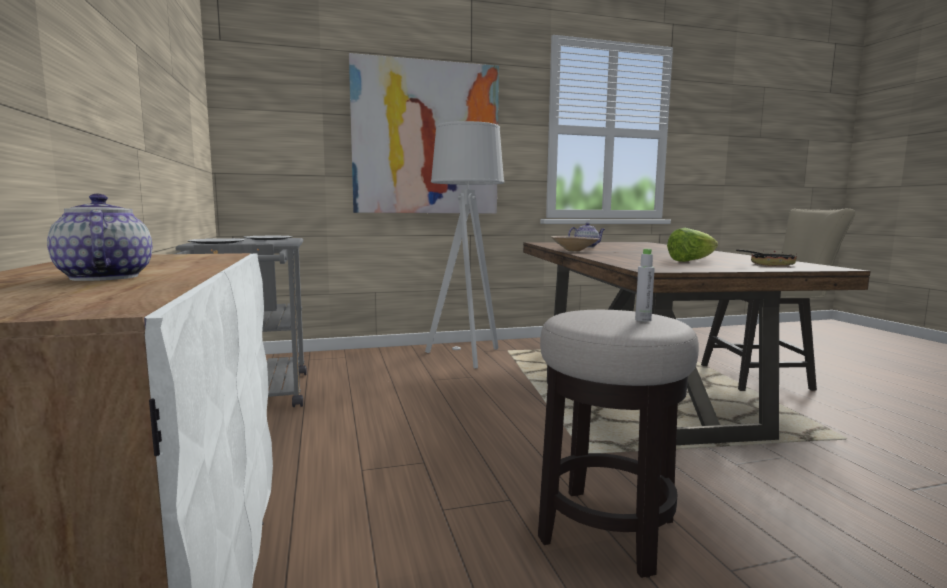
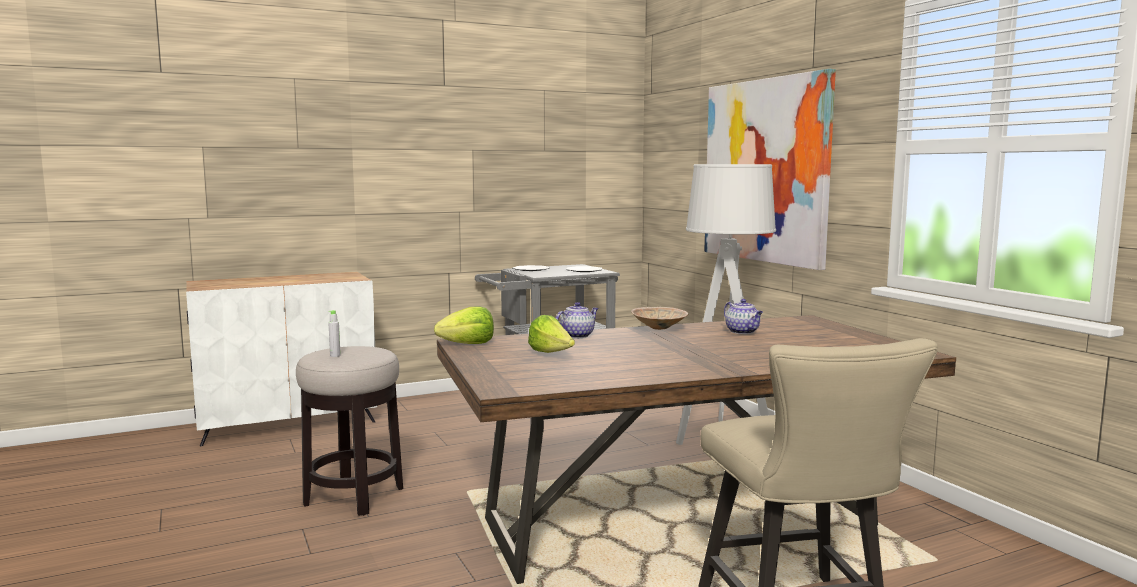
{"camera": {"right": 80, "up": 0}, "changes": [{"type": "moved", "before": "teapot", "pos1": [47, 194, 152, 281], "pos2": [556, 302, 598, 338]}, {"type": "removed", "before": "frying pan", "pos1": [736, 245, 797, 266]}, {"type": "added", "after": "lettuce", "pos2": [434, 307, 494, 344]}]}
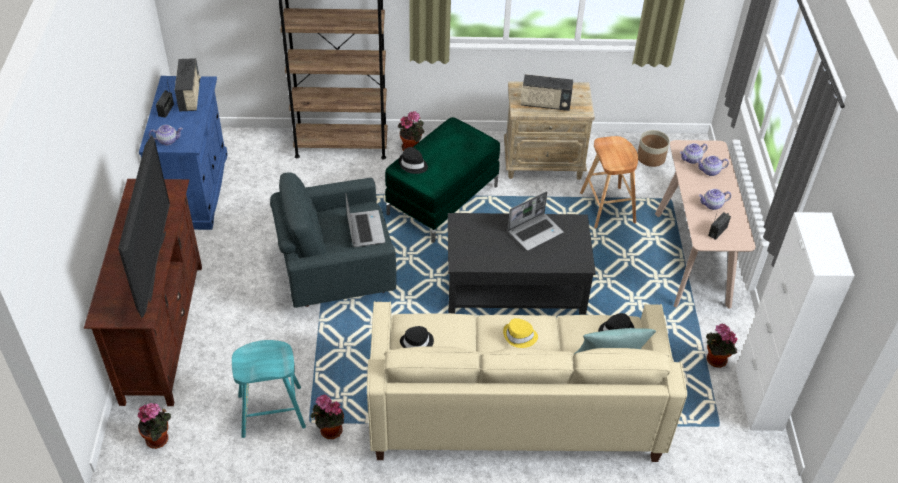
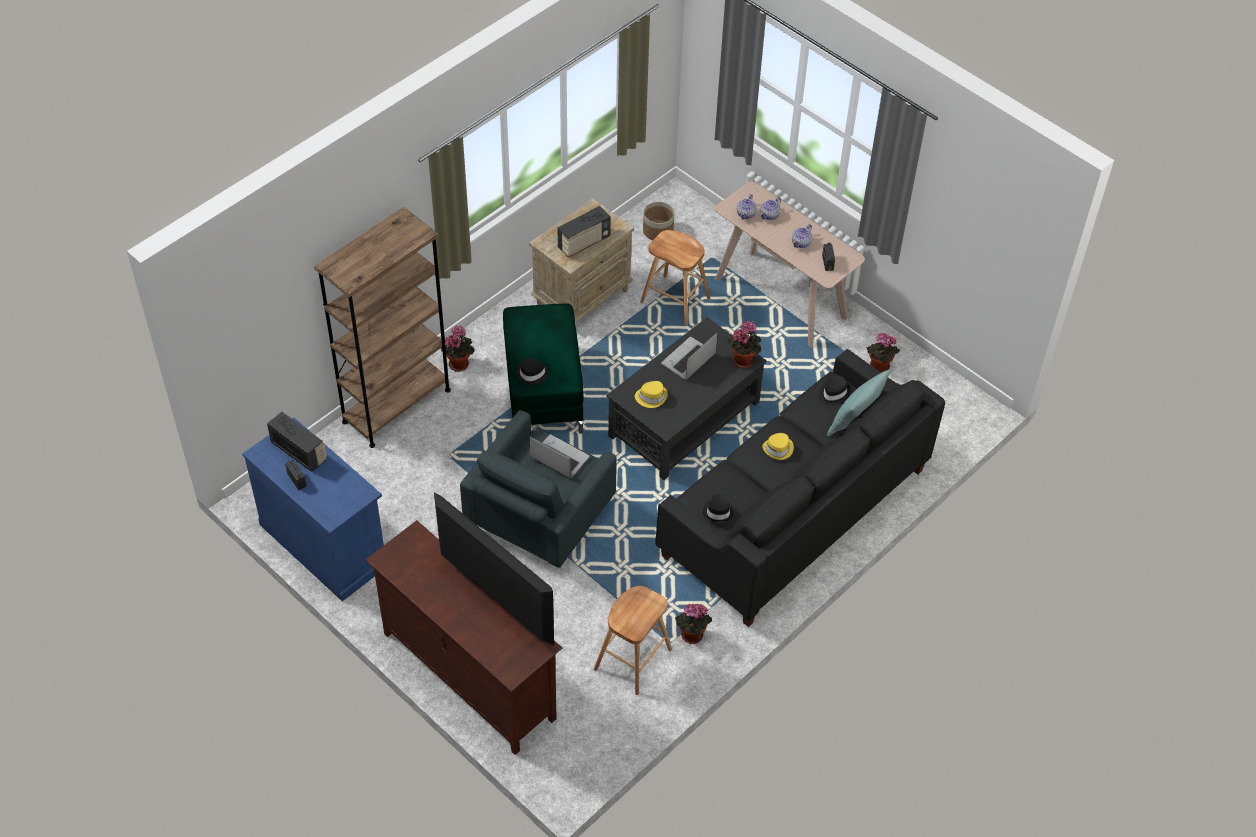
{"camera": {"right": -45, "up": 5}, "changes": [{"type": "moved", "before": "potted plant", "pos1": [138, 403, 171, 449], "pos2": [728, 321, 762, 368]}, {"type": "removed", "before": "teapot", "pos1": [149, 125, 183, 145]}, {"type": "recoloured", "before": "turquoise stool", "after": "brown stool", "pos1": [232, 340, 306, 438], "pos2": [594, 586, 672, 695]}, {"type": "recoloured", "before": "beige sofa", "after": "black sofa", "pos1": [367, 301, 687, 462], "pos2": [655, 349, 945, 627]}, {"type": "turned", "before": "laptop", "pos1": [508, 192, 564, 251], "pos2": [661, 333, 717, 380], "turn": -150}, {"type": "removed", "before": "white cabinet", "pos1": [736, 212, 855, 431]}, {"type": "added", "after": "yellow hat", "pos2": [635, 381, 668, 408]}]}
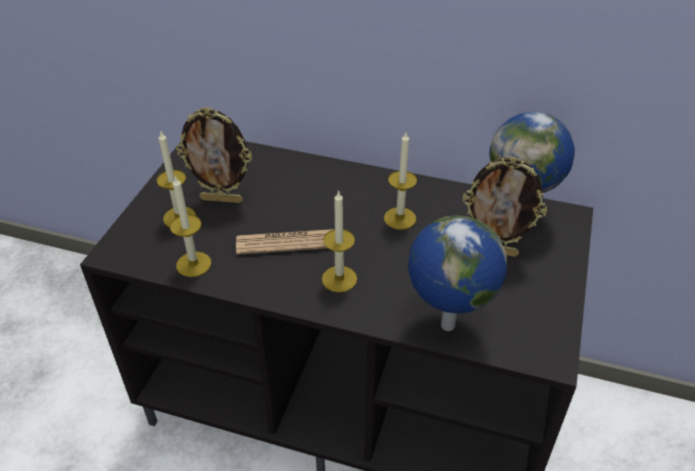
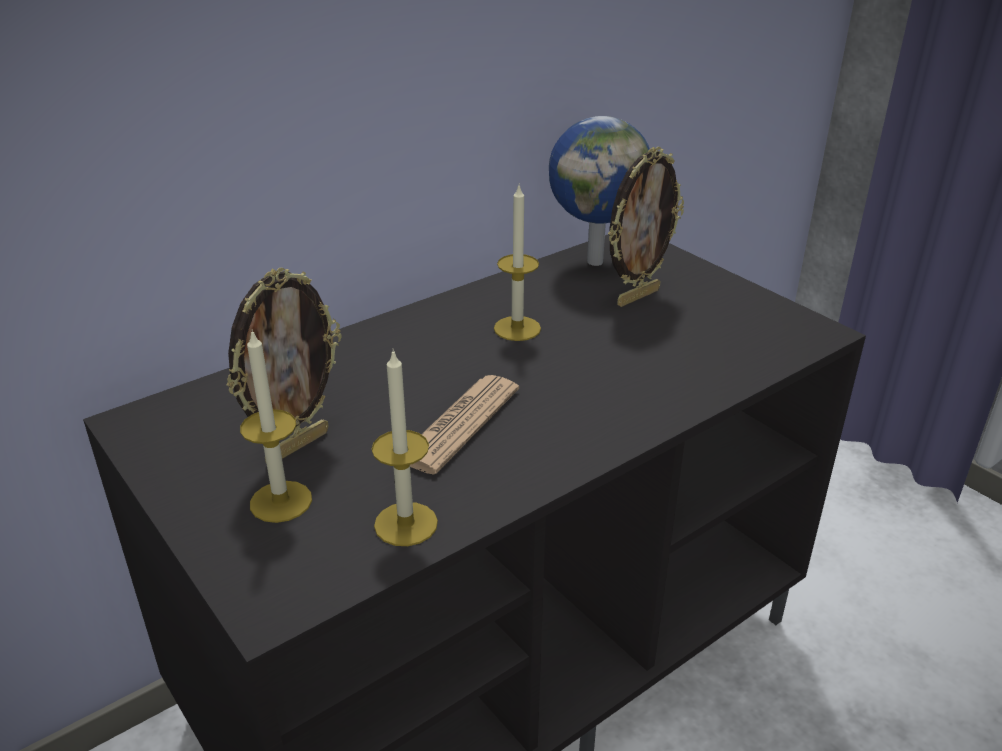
{"camera": {"right": -55, "up": -10}, "changes": [{"type": "removed", "before": "candle", "pos1": [322, 190, 357, 292]}, {"type": "removed", "before": "globe", "pos1": [408, 215, 507, 331]}]}
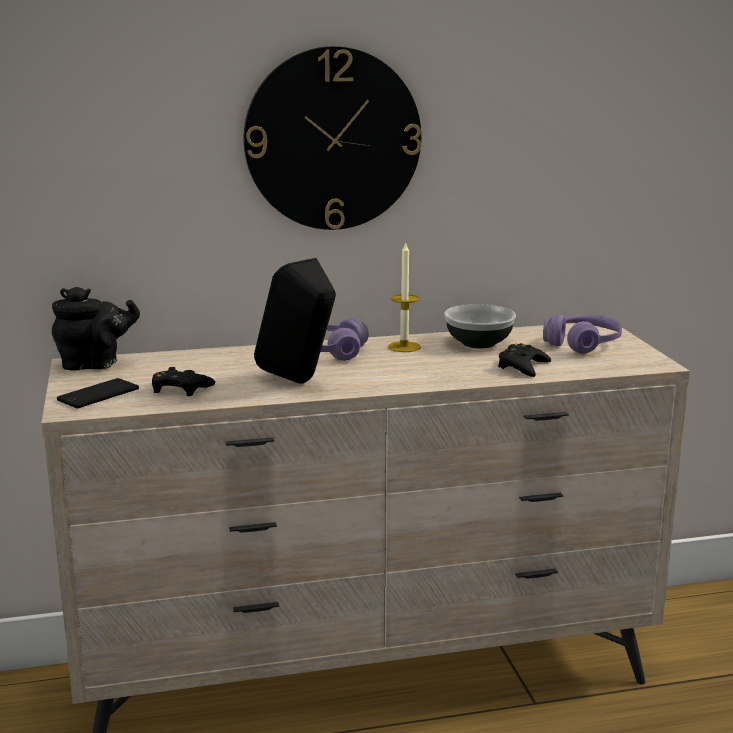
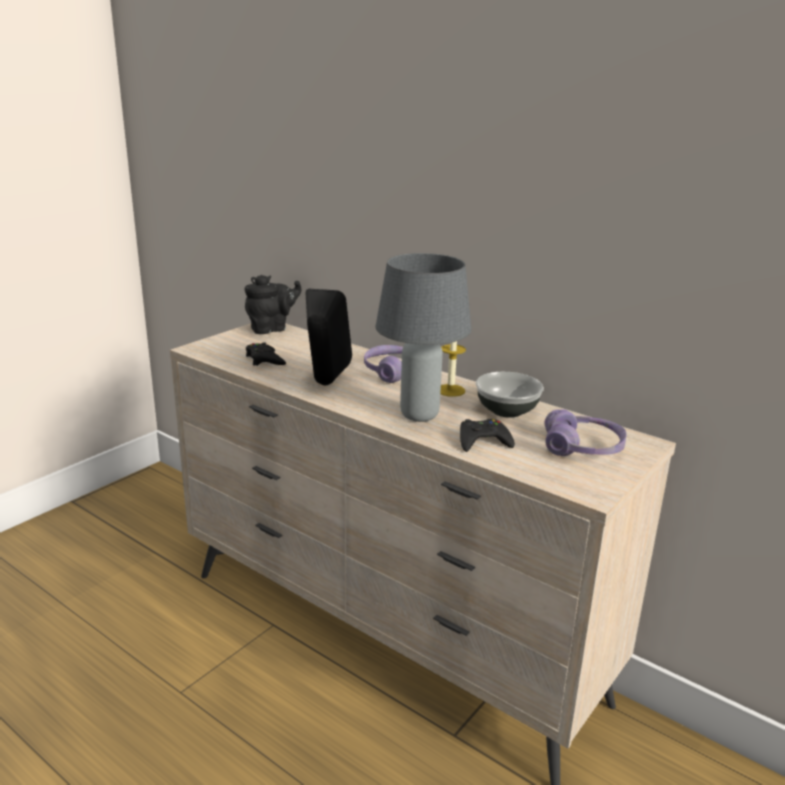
{"camera": {"right": 50, "up": 5}, "changes": [{"type": "turned", "before": "black teapot", "pos1": [52, 287, 140, 370], "pos2": [244, 275, 301, 334], "turn": -75}, {"type": "removed", "before": "phone", "pos1": [57, 378, 139, 408]}, {"type": "removed", "before": "wall clock", "pos1": [244, 46, 421, 230]}, {"type": "added", "after": "grey table lamp", "pos2": [375, 253, 471, 422]}]}
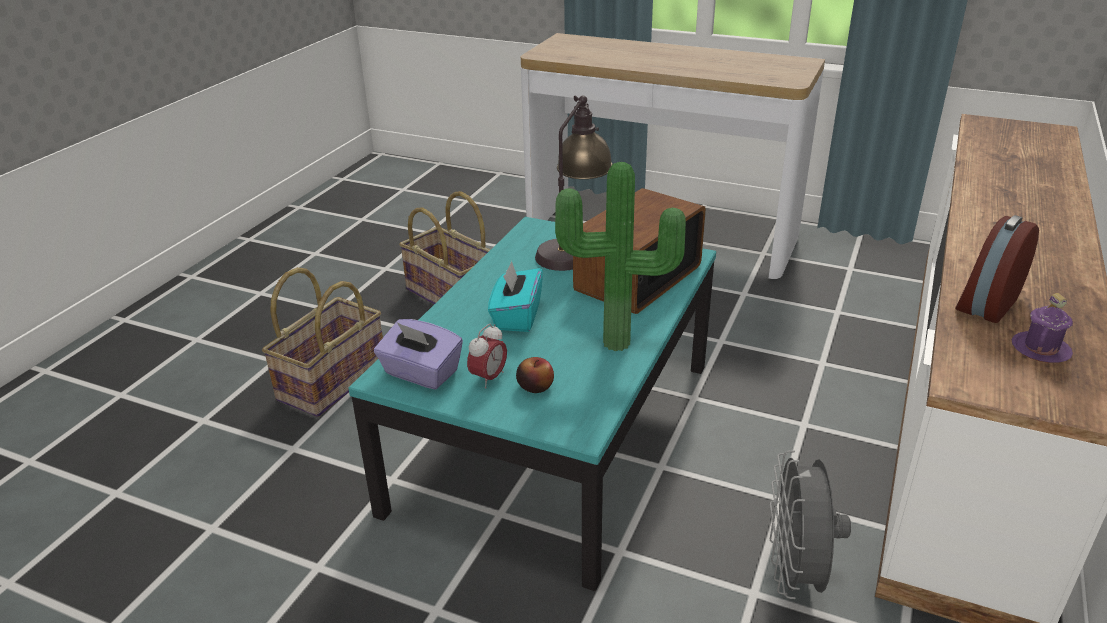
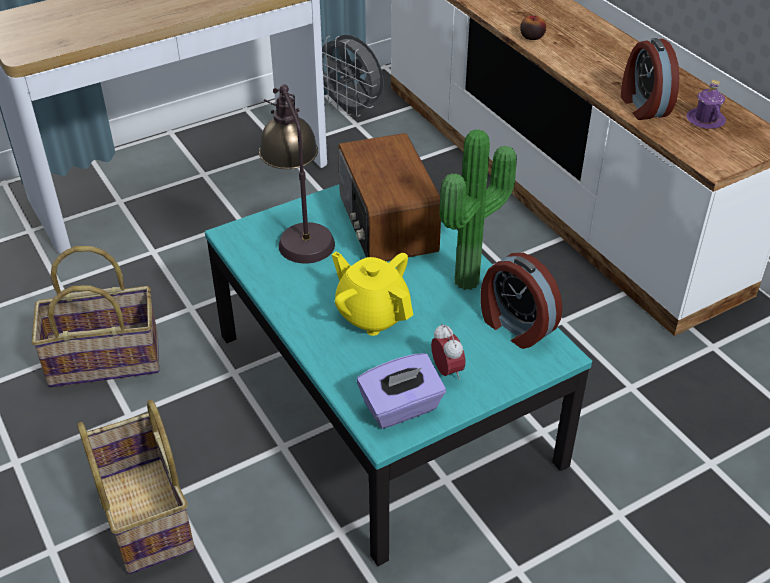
{"camera": {"right": -55, "up": 10}, "changes": [{"type": "replaced", "before": "turquoise tissue box", "after": "yellow teapot", "pos1": [488, 261, 543, 332], "pos2": [332, 252, 413, 336]}, {"type": "moved", "before": "apple", "pos1": [516, 357, 554, 393], "pos2": [520, 15, 546, 40]}, {"type": "moved", "before": "grey fan", "pos1": [770, 450, 851, 599], "pos2": [322, 35, 383, 117]}, {"type": "added", "after": "alarm clock", "pos2": [480, 253, 562, 349]}]}
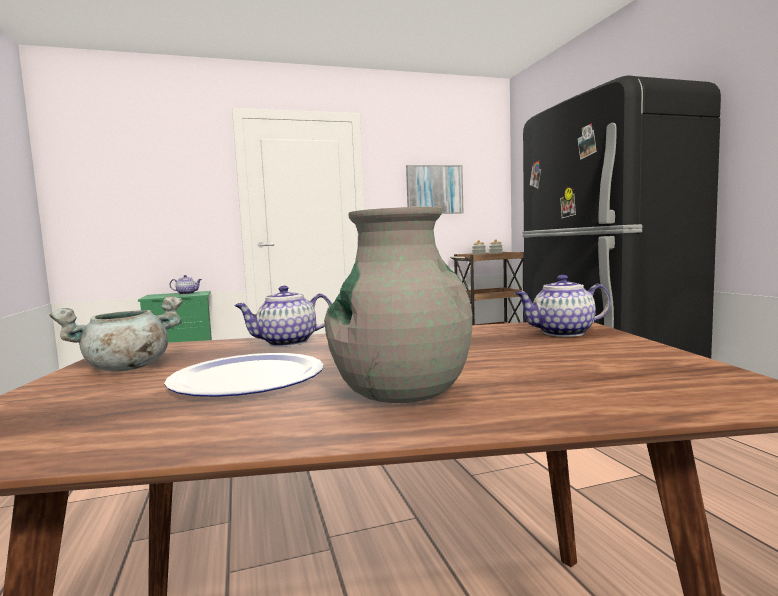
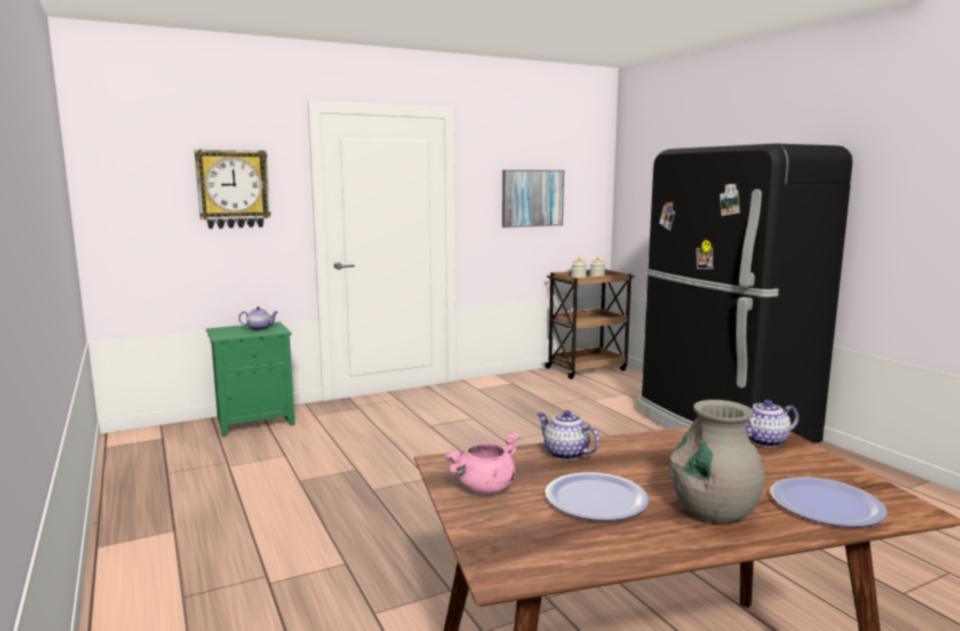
{"camera": {"right": -10, "up": 5}, "changes": [{"type": "recoloured", "before": "grey cooking pot", "after": "pink cooking pot", "pos1": [49, 296, 183, 372], "pos2": [445, 432, 519, 494]}, {"type": "turned", "before": "teapot", "pos1": [234, 286, 332, 347], "pos2": [537, 410, 599, 460], "turn": 75}, {"type": "added", "after": "wall clock", "pos2": [194, 150, 271, 229]}, {"type": "added", "after": "plate", "pos2": [770, 477, 887, 527]}]}
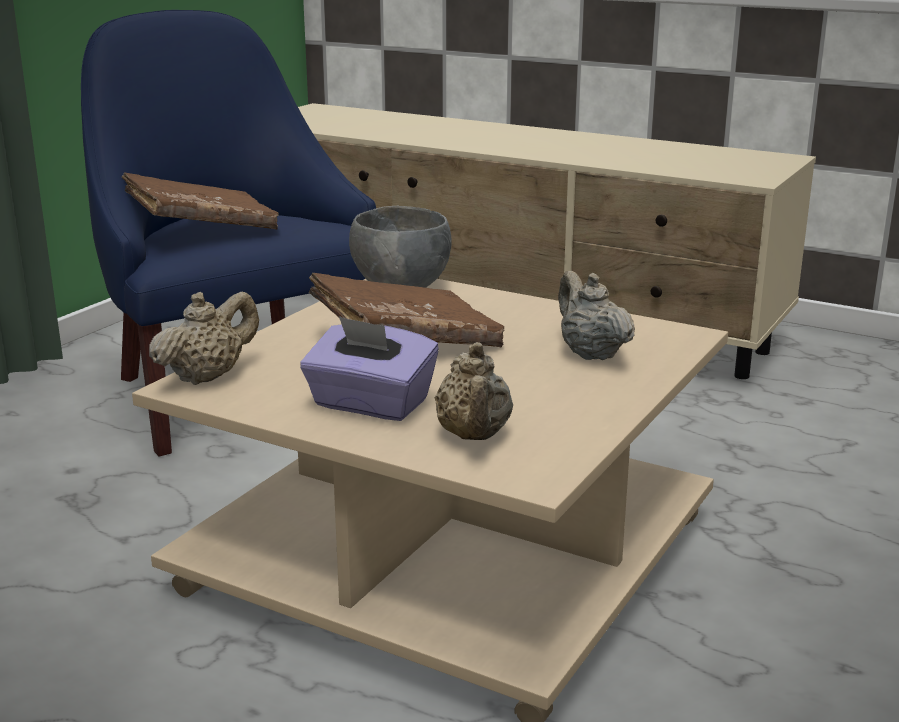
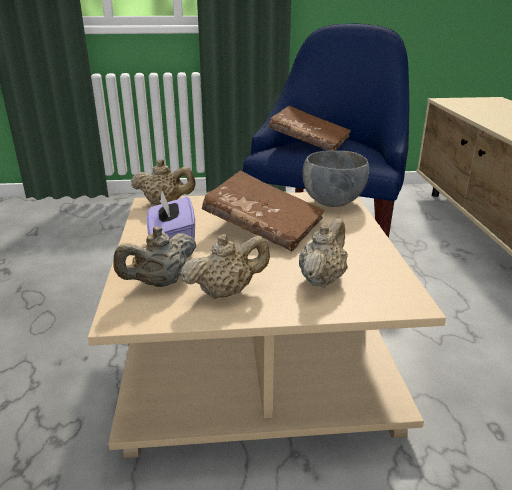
{"camera": {"right": 55, "up": 5}, "changes": [{"type": "added", "after": "beige teapot", "pos2": [180, 234, 270, 299]}]}
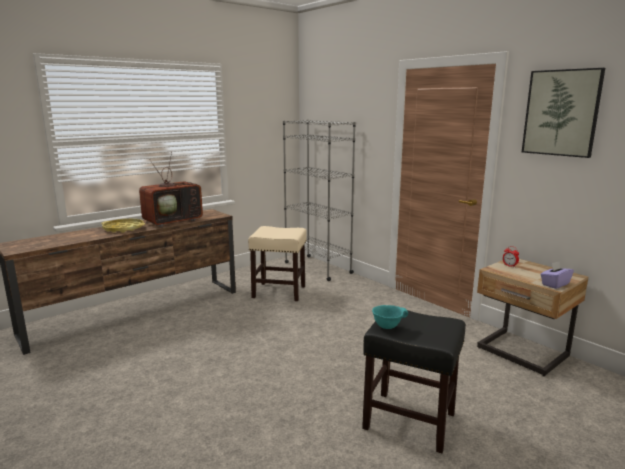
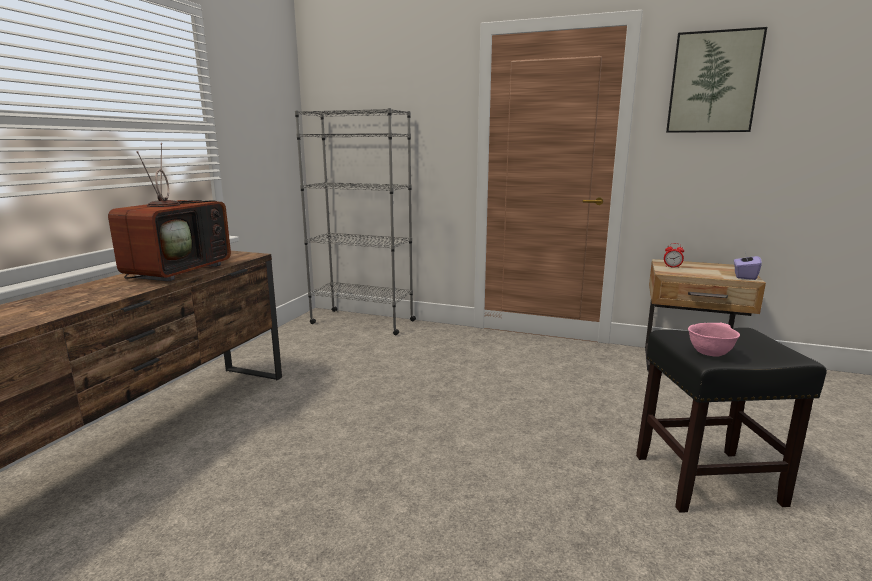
{"camera": {"right": -30, "up": 0}, "changes": [{"type": "removed", "before": "yellow tray", "pos1": [101, 219, 145, 233]}, {"type": "removed", "before": "beige stool", "pos1": [248, 226, 307, 301]}, {"type": "recoloured", "before": "turquoise bowl", "after": "pink bowl", "pos1": [372, 305, 408, 329], "pos2": [688, 323, 740, 357]}]}
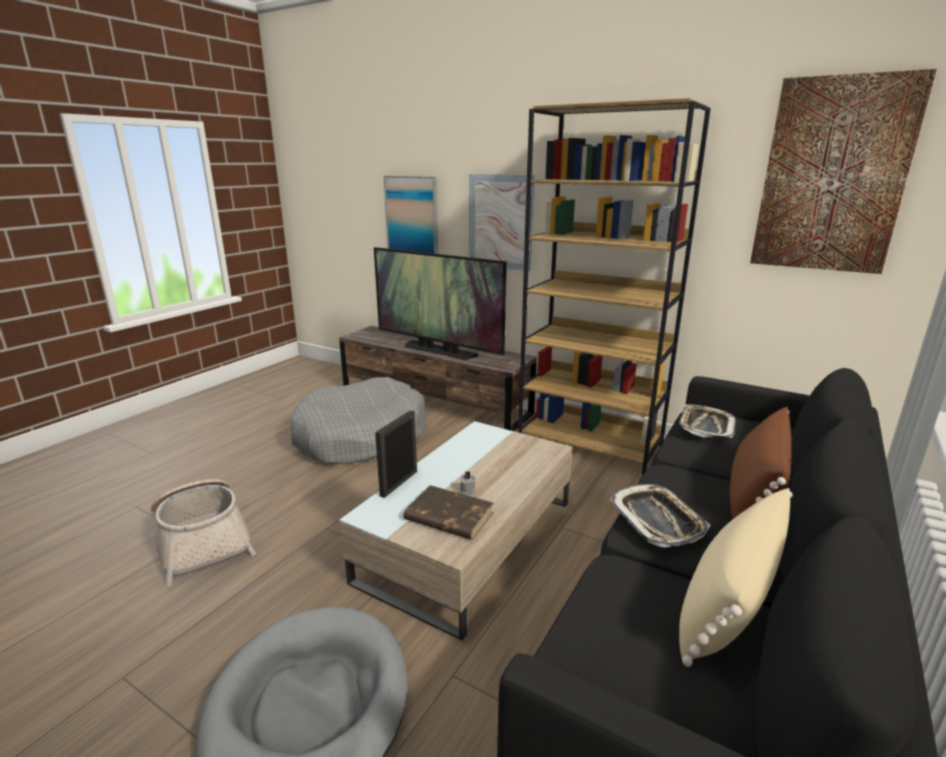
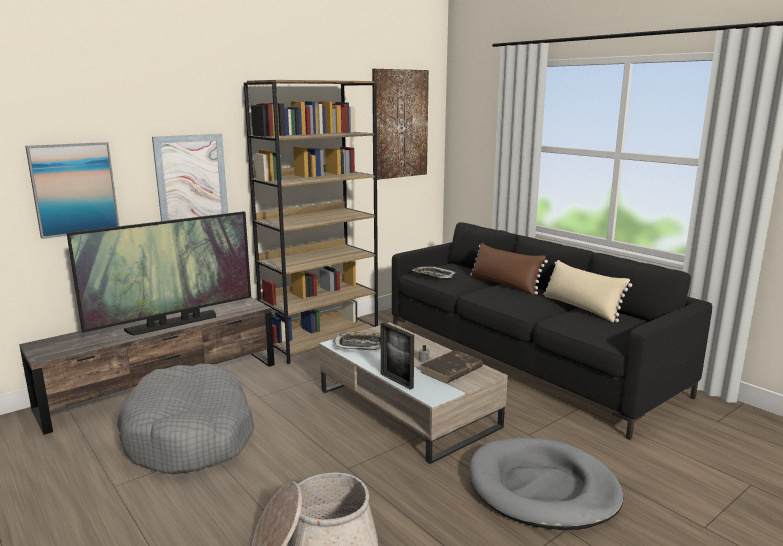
{"camera": {"right": -70, "up": -5}, "changes": [{"type": "moved", "before": "tray", "pos1": [610, 484, 711, 548], "pos2": [333, 332, 381, 350]}]}
